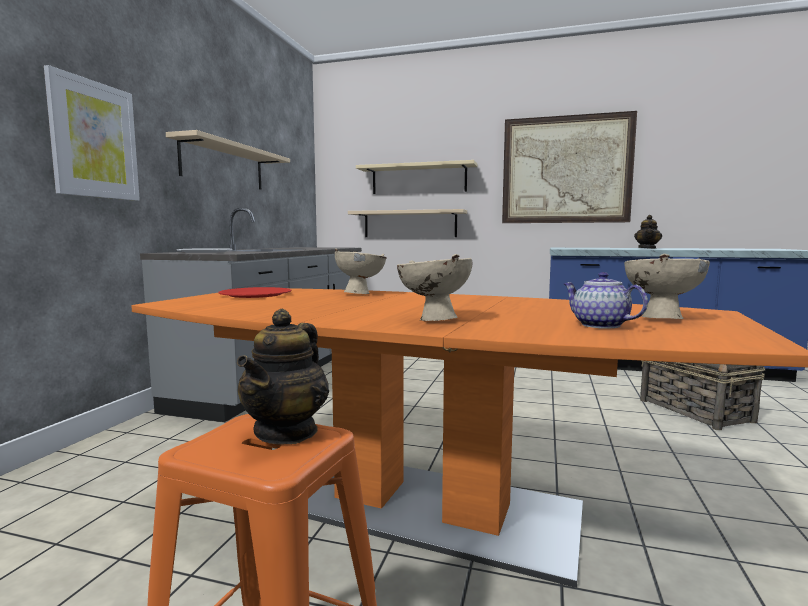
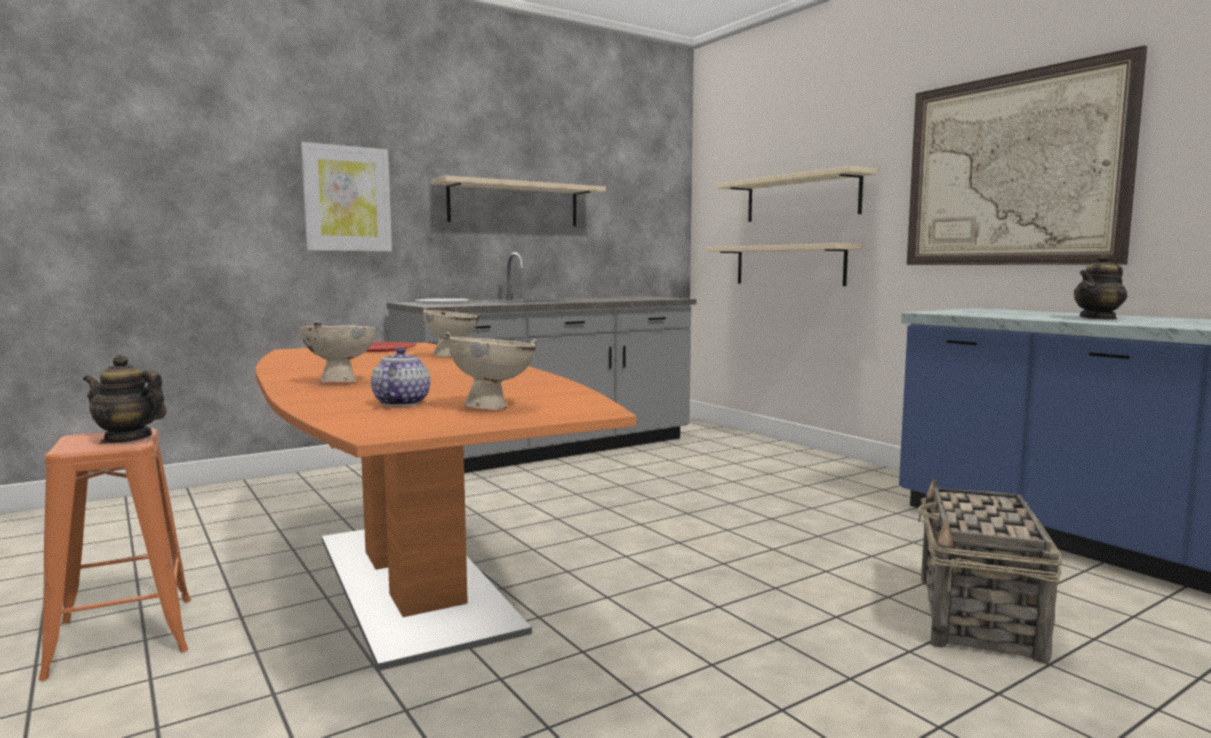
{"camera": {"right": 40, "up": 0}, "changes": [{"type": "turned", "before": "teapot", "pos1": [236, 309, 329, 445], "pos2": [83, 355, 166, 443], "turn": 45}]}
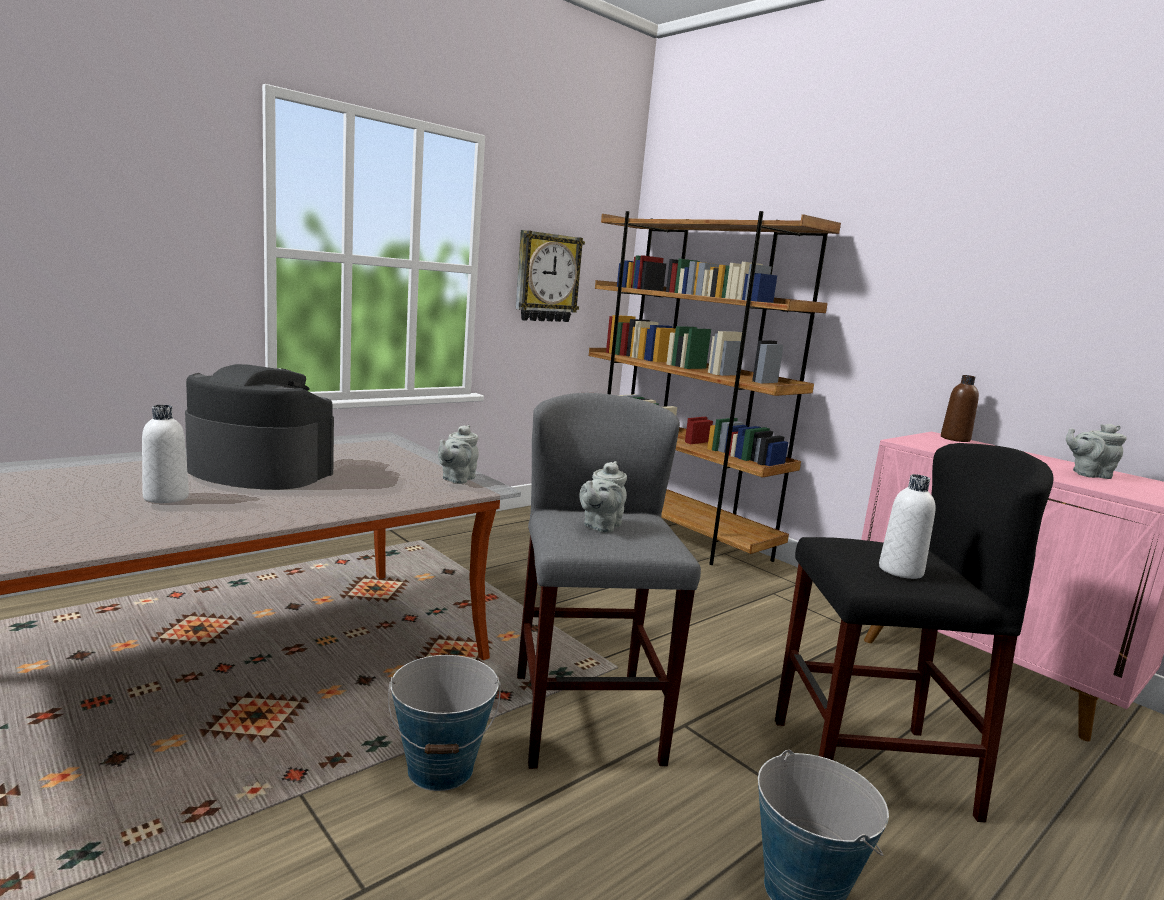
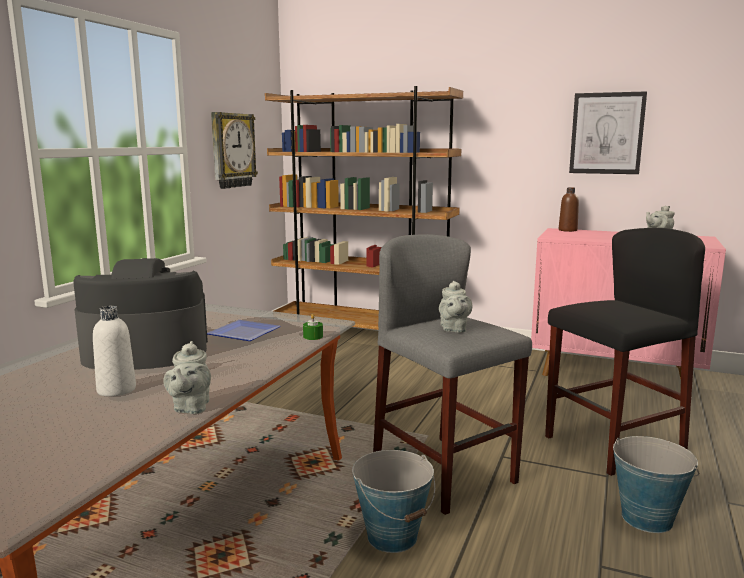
{"camera": {"right": -25, "up": 0}, "changes": [{"type": "moved", "before": "grey teapot", "pos1": [438, 425, 479, 484], "pos2": [164, 341, 211, 414]}, {"type": "removed", "before": "white bottle", "pos1": [879, 474, 935, 579]}, {"type": "added", "after": "plate", "pos2": [207, 320, 280, 341]}, {"type": "added", "after": "green candle", "pos2": [303, 314, 323, 340]}, {"type": "added", "after": "picture", "pos2": [569, 91, 647, 174]}]}
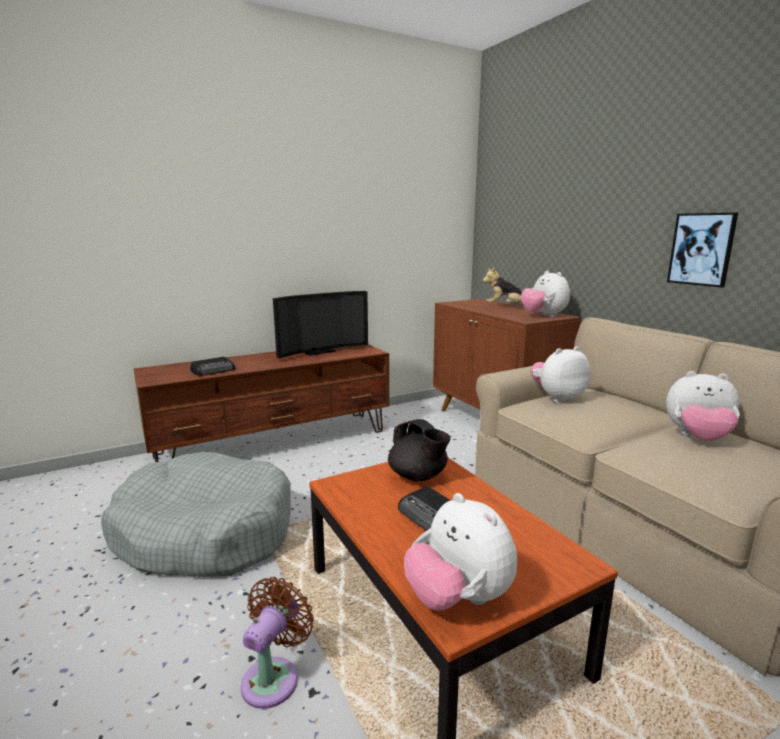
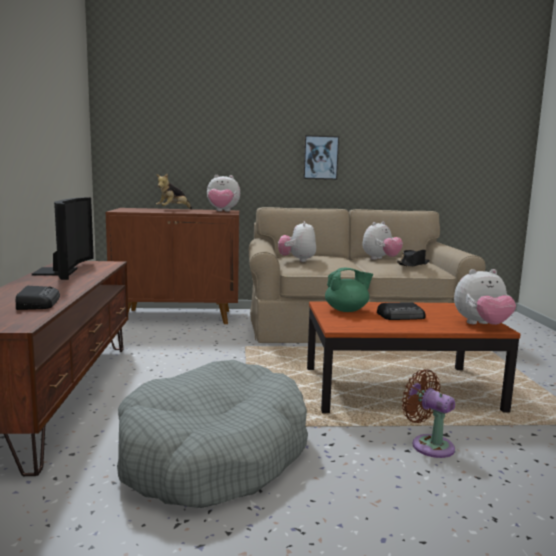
{"camera": {"right": -65, "up": -5}, "changes": [{"type": "recoloured", "before": "black teapot", "after": "green teapot", "pos1": [388, 419, 451, 481], "pos2": [325, 268, 373, 312]}, {"type": "added", "after": "black hat", "pos2": [397, 250, 430, 267]}]}
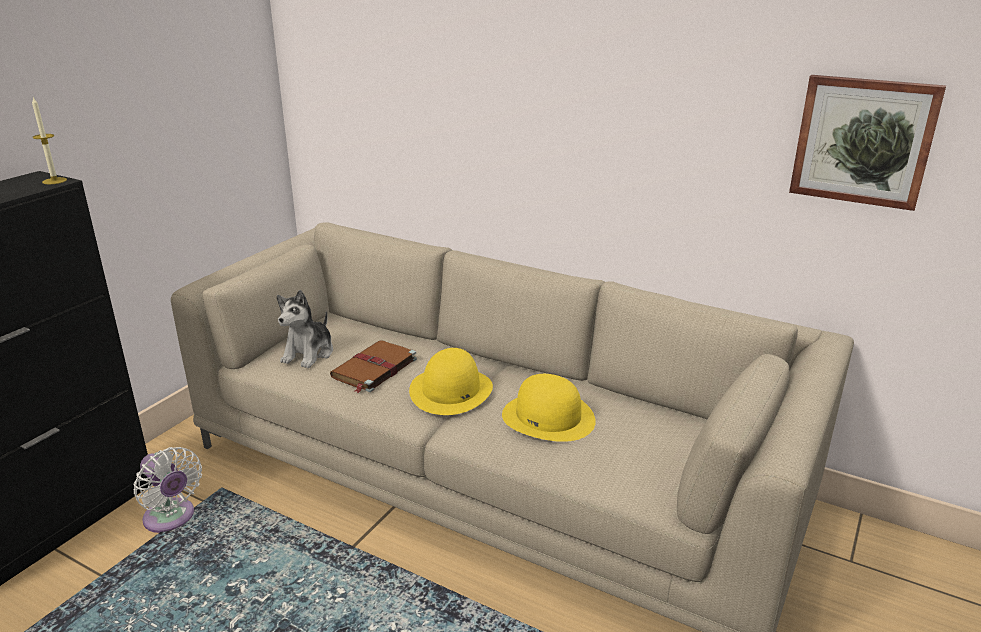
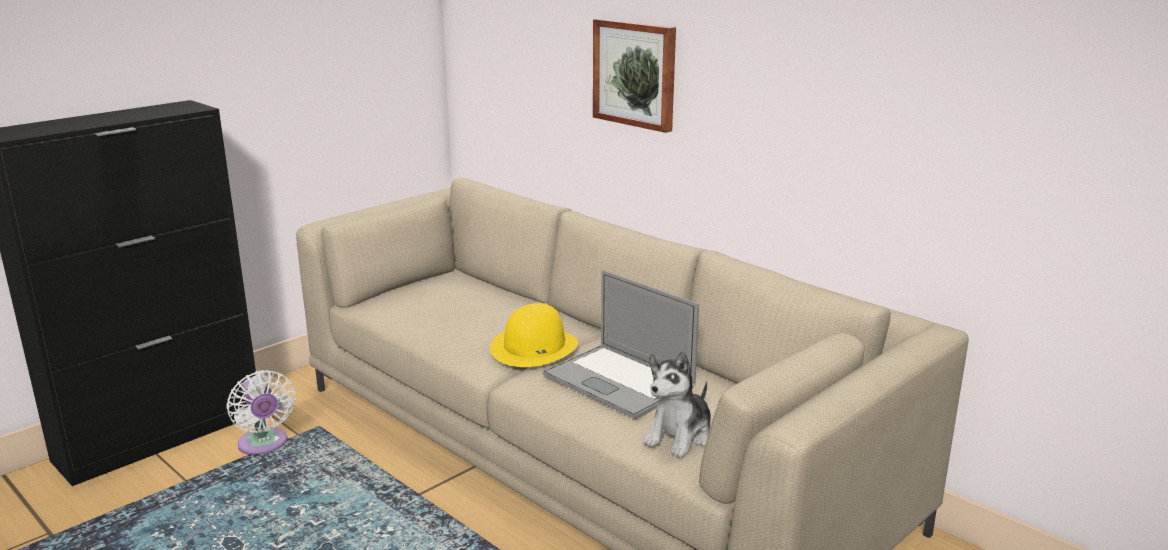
{"camera": {"right": 15, "up": -5}, "changes": [{"type": "removed", "before": "candle", "pos1": [32, 97, 67, 184]}, {"type": "moved", "before": "plush toy", "pos1": [277, 290, 333, 368], "pos2": [643, 351, 711, 457]}, {"type": "removed", "before": "brown book", "pos1": [330, 340, 417, 393]}, {"type": "replaced", "before": "yellow hat", "after": "laptop", "pos1": [502, 374, 596, 442], "pos2": [543, 270, 699, 419]}, {"type": "moved", "before": "picture", "pos1": [789, 75, 946, 211], "pos2": [593, 19, 676, 133]}]}
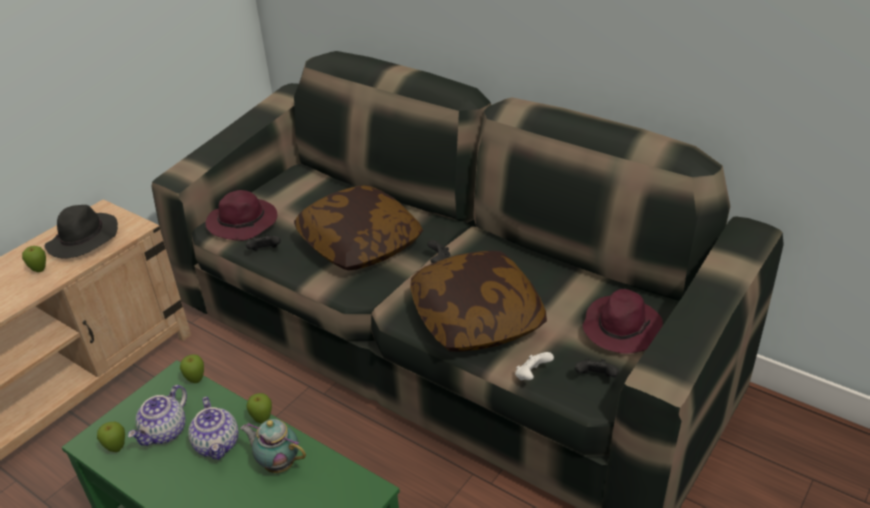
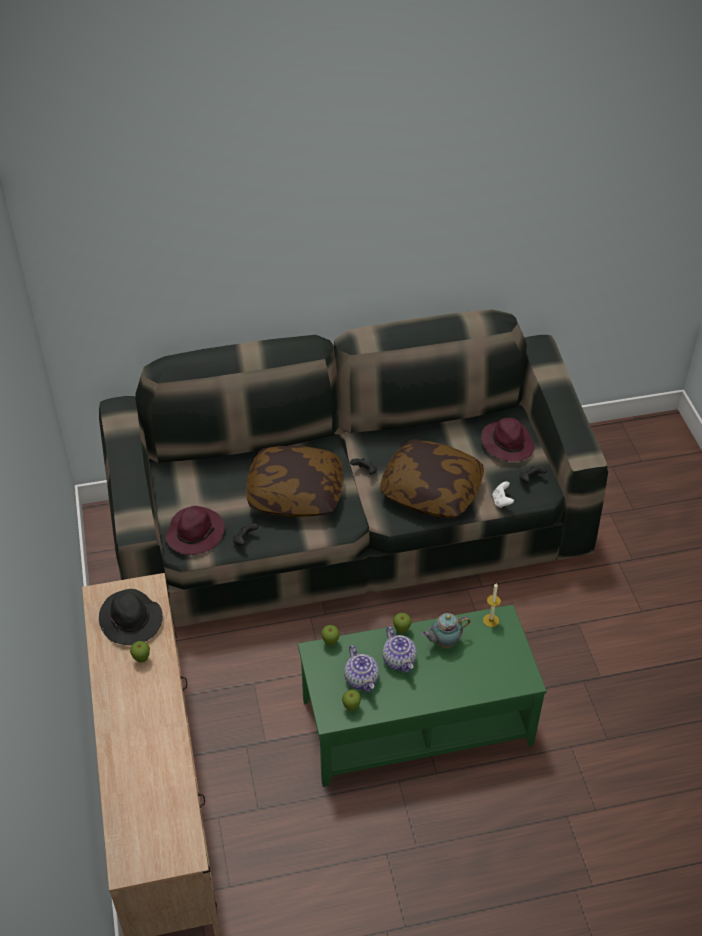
{"camera": {"right": -50, "up": 10}, "changes": [{"type": "turned", "before": "teapot", "pos1": [188, 397, 239, 460], "pos2": [382, 627, 417, 673], "turn": 45}, {"type": "added", "after": "candle", "pos2": [483, 583, 501, 627]}]}
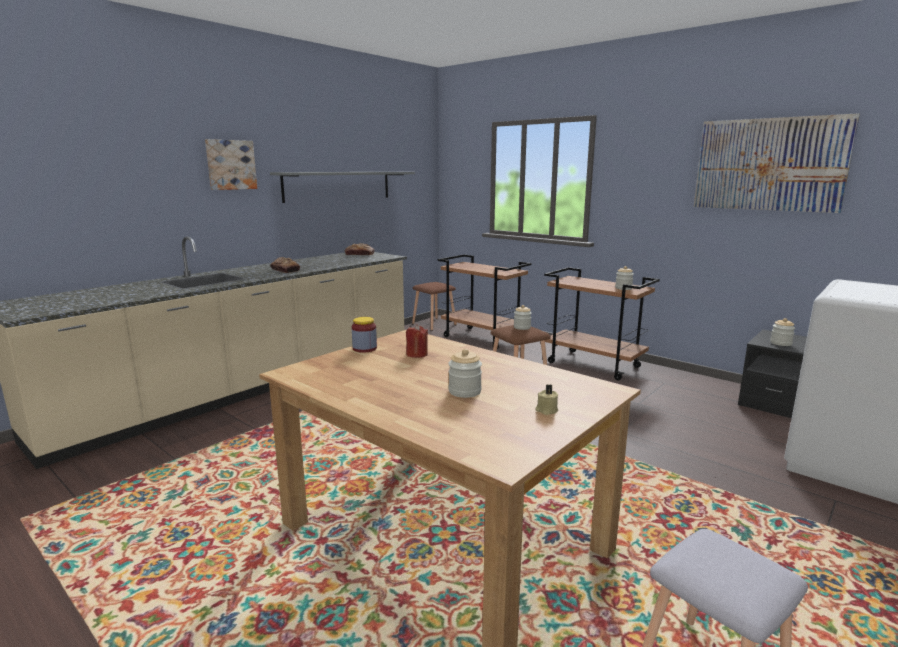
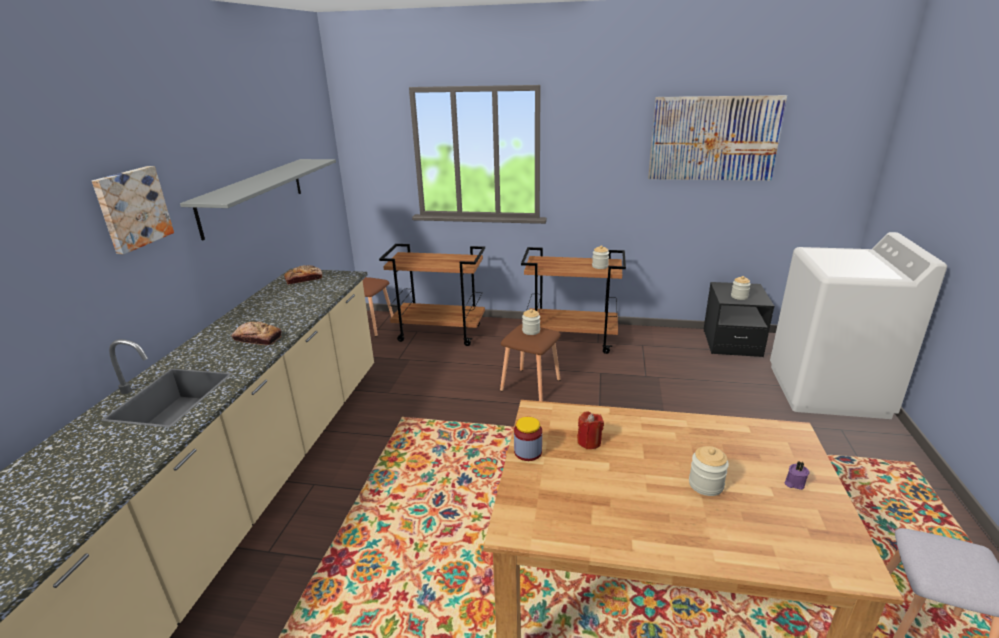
{"camera": {"right": -30, "up": 10}, "changes": [{"type": "recoloured", "before": "beige candle", "after": "purple candle", "pos1": [535, 384, 558, 415], "pos2": [784, 461, 809, 490]}]}
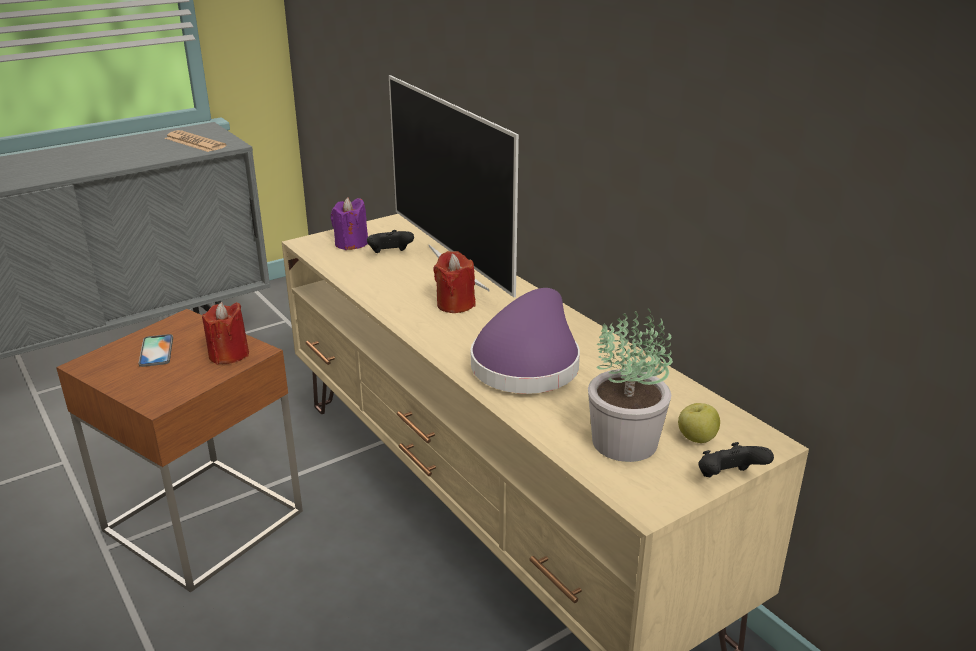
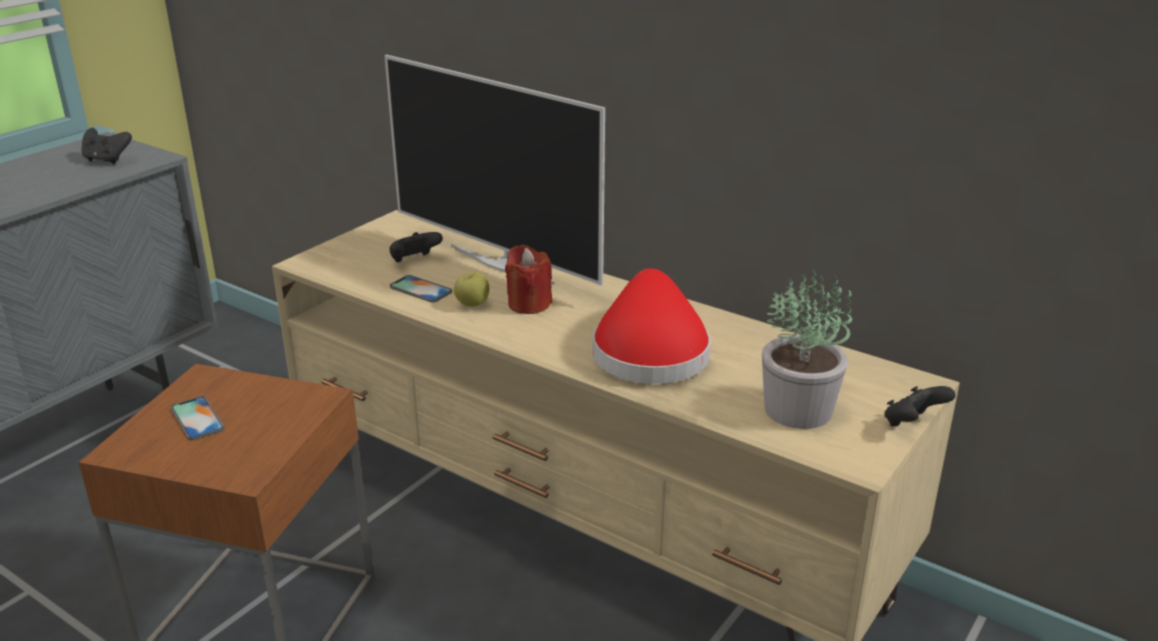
{"camera": {"right": -20, "up": 0}, "changes": [{"type": "replaced", "before": "newspaper", "after": "black game controller", "pos1": [164, 130, 226, 152], "pos2": [81, 128, 132, 164]}, {"type": "removed", "before": "red candle", "pos1": [202, 302, 249, 365]}, {"type": "removed", "before": "purple candle", "pos1": [331, 198, 368, 250]}, {"type": "recoloured", "before": "purple hat", "after": "red hat", "pos1": [471, 288, 580, 394], "pos2": [592, 268, 711, 384]}, {"type": "moved", "before": "apple", "pos1": [678, 403, 720, 443], "pos2": [454, 272, 489, 307]}, {"type": "added", "after": "phone", "pos2": [390, 275, 452, 303]}]}
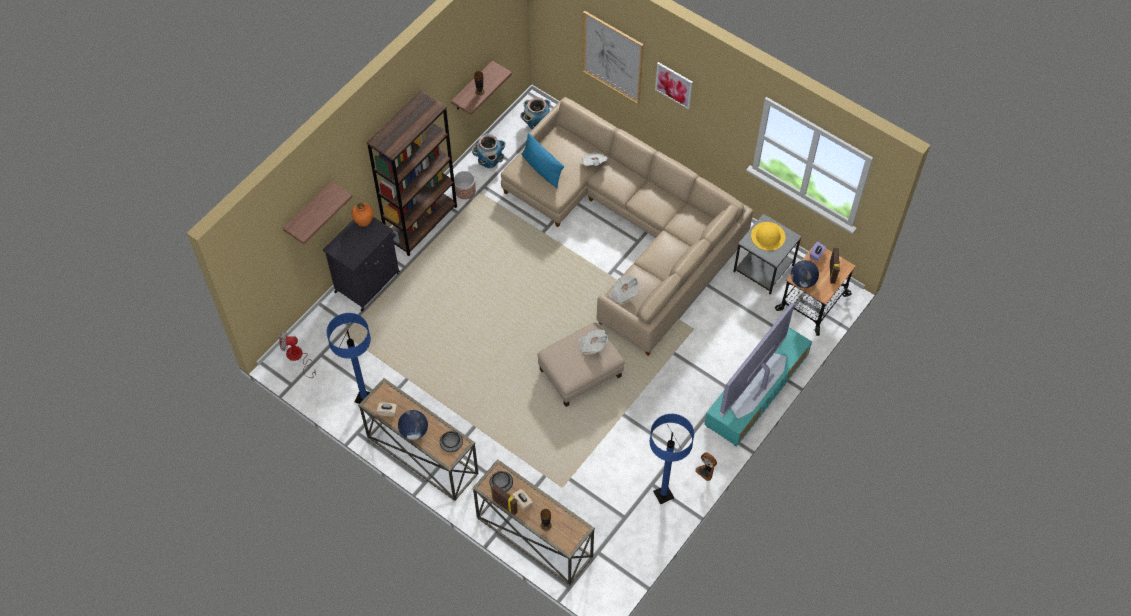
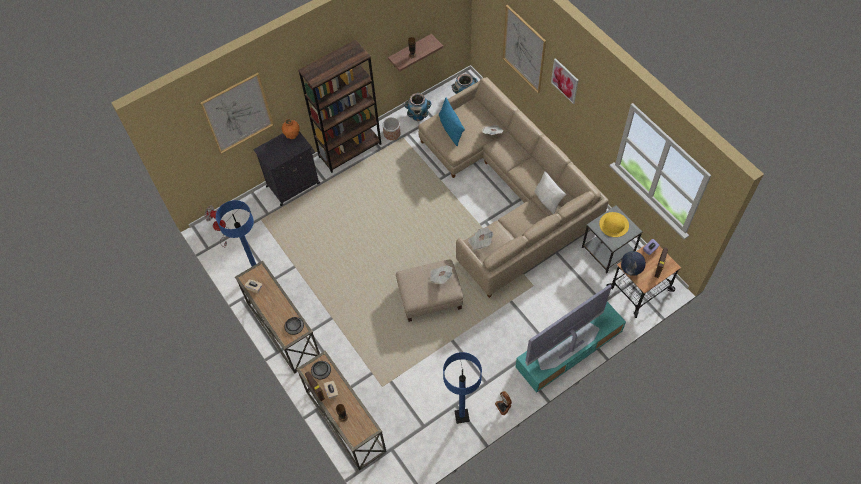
{"camera": {"right": 20, "up": 0}, "changes": [{"type": "replaced", "before": "shelf", "after": "picture", "pos1": [283, 181, 352, 244], "pos2": [200, 73, 274, 154]}, {"type": "removed", "before": "globe", "pos1": [398, 410, 428, 440]}, {"type": "added", "after": "white pillow", "pos2": [534, 171, 566, 214]}]}
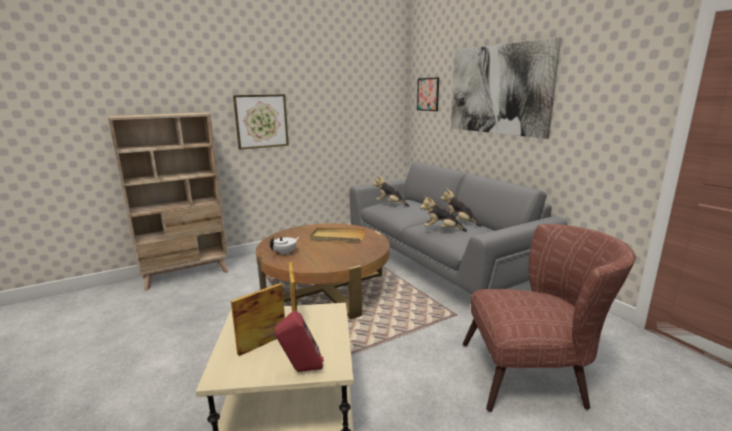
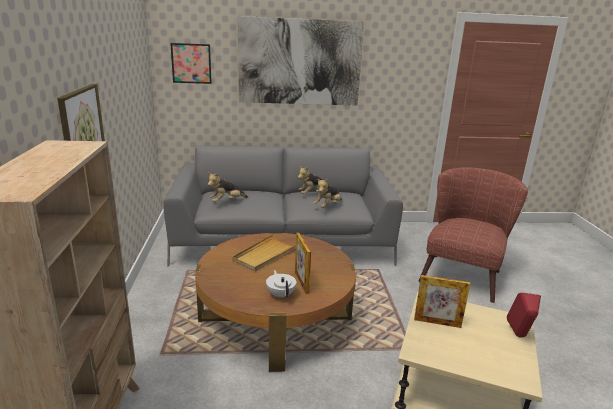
{"camera": {"right": -65, "up": 5}, "changes": [{"type": "moved", "before": "picture frame", "pos1": [231, 283, 285, 356], "pos2": [295, 233, 311, 294]}]}
